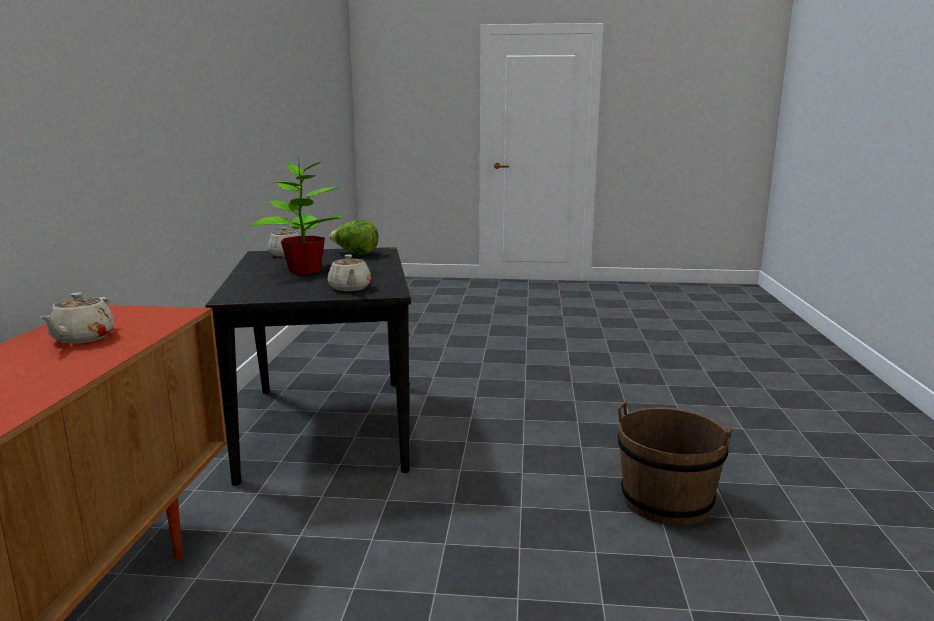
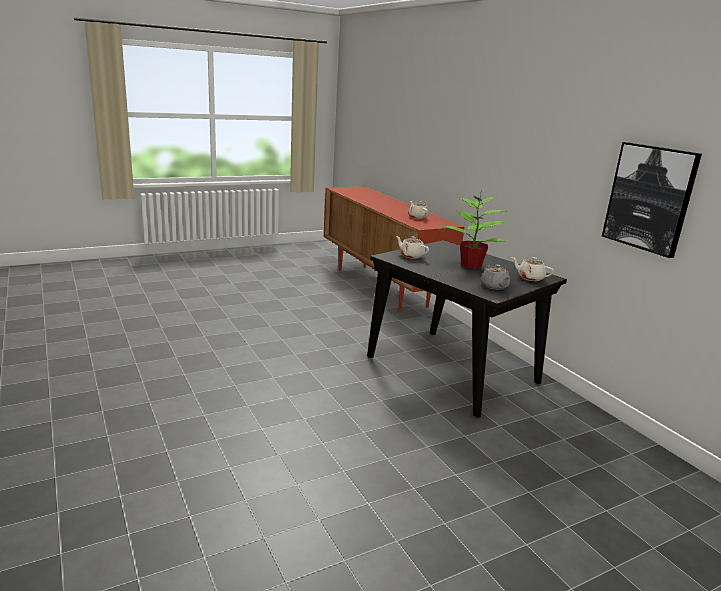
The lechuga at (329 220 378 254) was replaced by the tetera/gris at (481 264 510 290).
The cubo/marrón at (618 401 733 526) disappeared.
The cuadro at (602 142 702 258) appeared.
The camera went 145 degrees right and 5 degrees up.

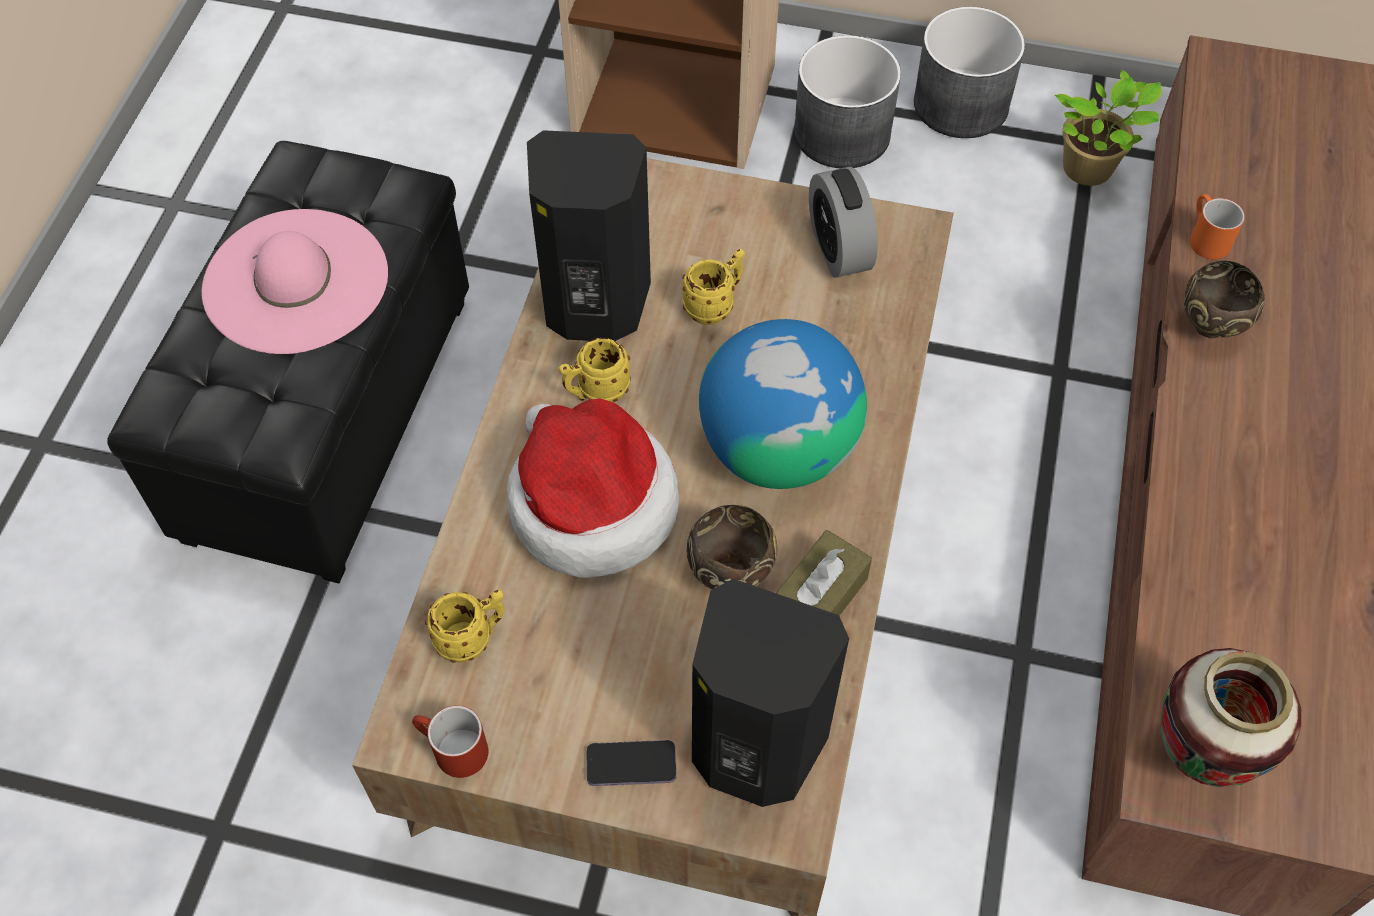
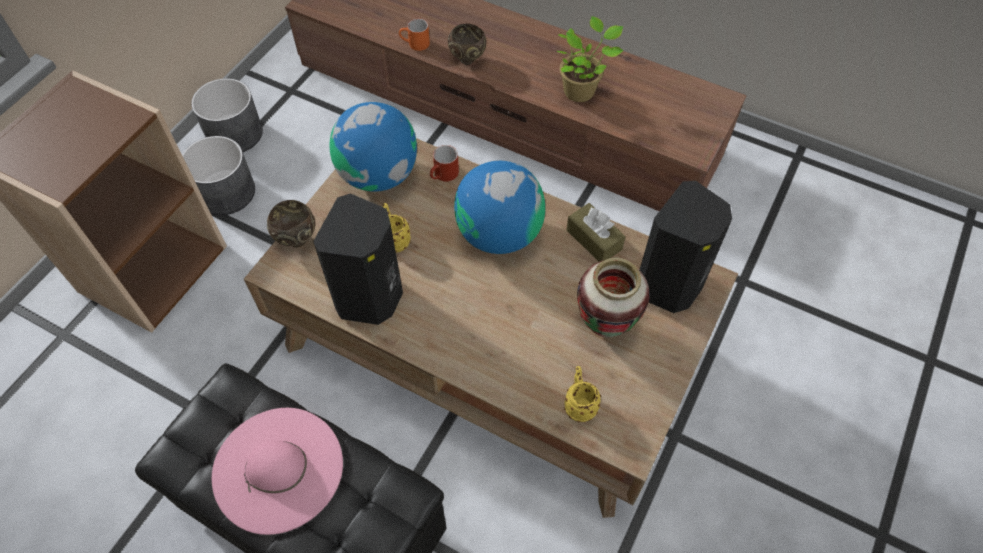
The planta en maceta moved from (1055 70 1162 186) to (556 16 624 102).
The despertador at (809 167 878 278) was replaced by the globo terráqueo at (330 102 417 192).
The taza grande/amarillo at (559 338 631 403) disappeared.
The sombrero at (507 398 679 578) disappeared.
The cuenco/marrón moved from (687 505 777 590) to (267 200 315 248).
The florero moved from (1160 648 1301 787) to (577 258 650 338).
The taza grande/rojo moved from (412 706 488 778) to (430 145 459 182).
The móvil at (586 740 677 786) disappeared.
The camera went 75 degrees left and 0 degrees up.

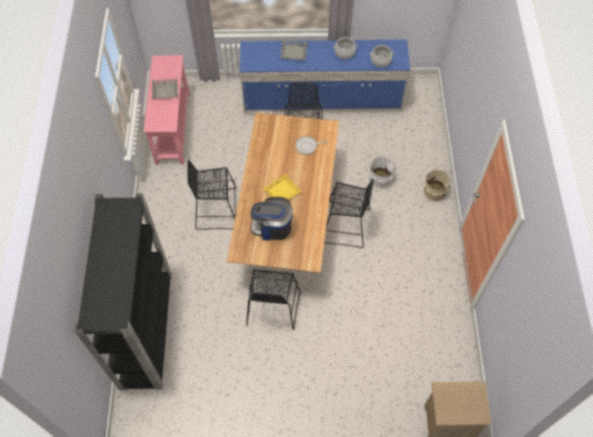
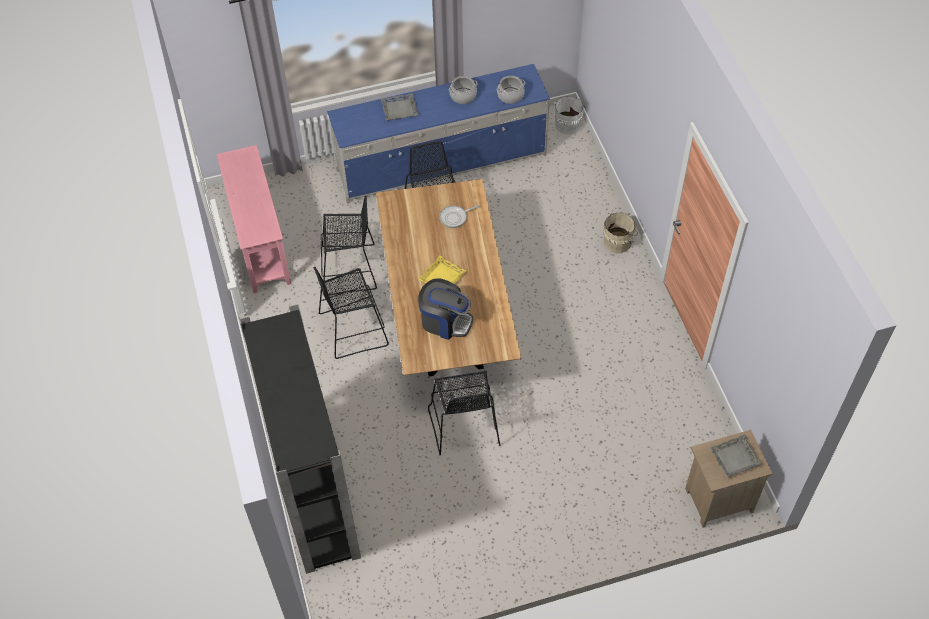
The bandeja/gris moved from (152 78 178 99) to (709 434 762 478).
The cubo/blanco moved from (370 157 396 188) to (554 96 585 134).
The taburete/negro moved from (324 178 374 248) to (321 196 377 295).
The cafetera at (250 197 293 240) turned 150 degrees counterclockwise.
The camera went 15 degrees left and 5 degrees down.

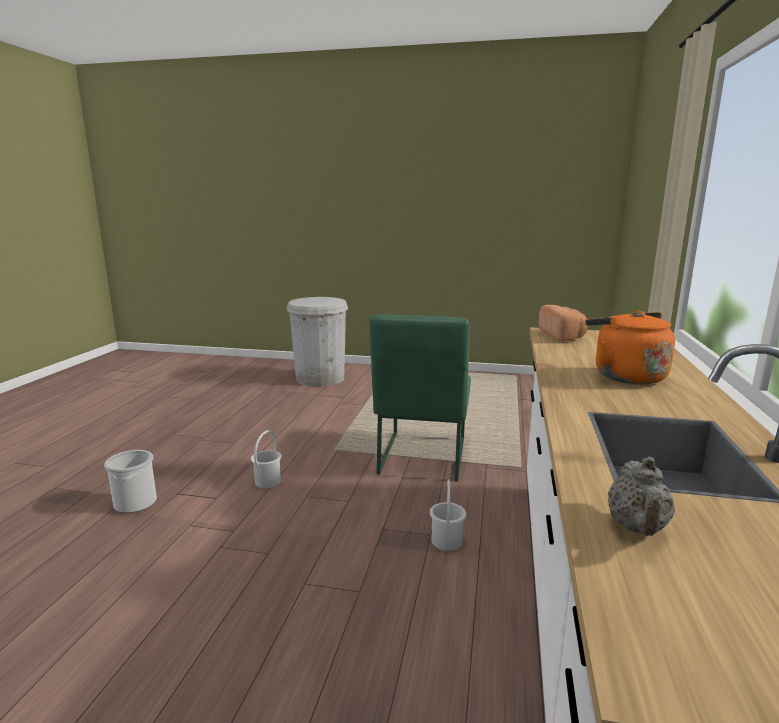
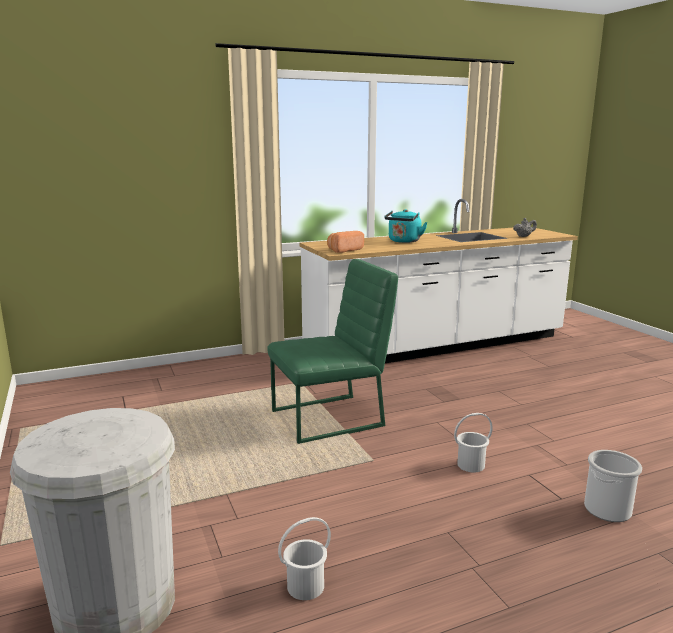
The hervidor/naranja at (585 311 675 384) became the hervidor/turquesa at (384 209 428 243).
The cubo/blanco moved from (430 479 466 551) to (278 517 331 600).
The camera went 125 degrees left and 0 degrees up.

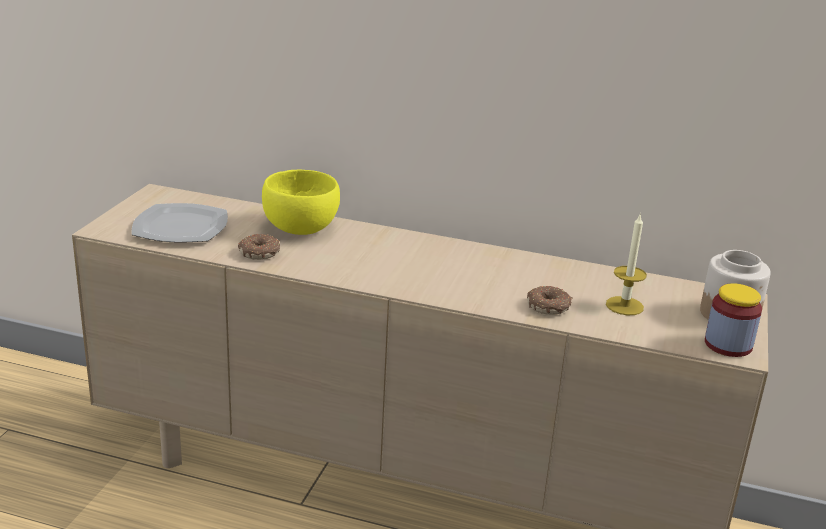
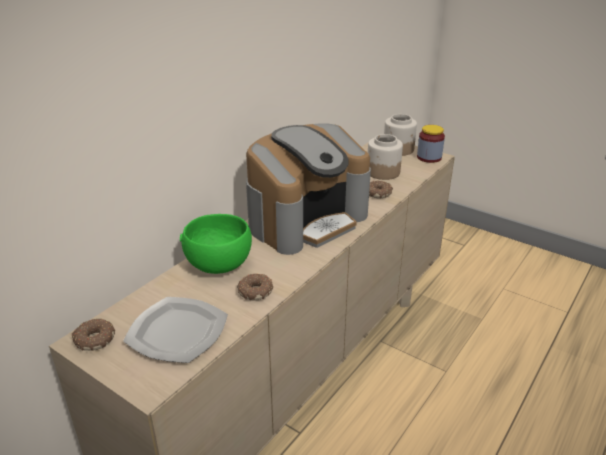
The cuenco/amarillo at (262 169 340 235) became the cuenco/verde at (180 214 252 274).
The vela at (606 213 647 315) was replaced by the tarro at (368 134 403 180).
The cafetera at (246 123 371 255) appeared.
The rosquilla at (72 318 115 351) appeared.
The camera went 70 degrees left and 5 degrees up.

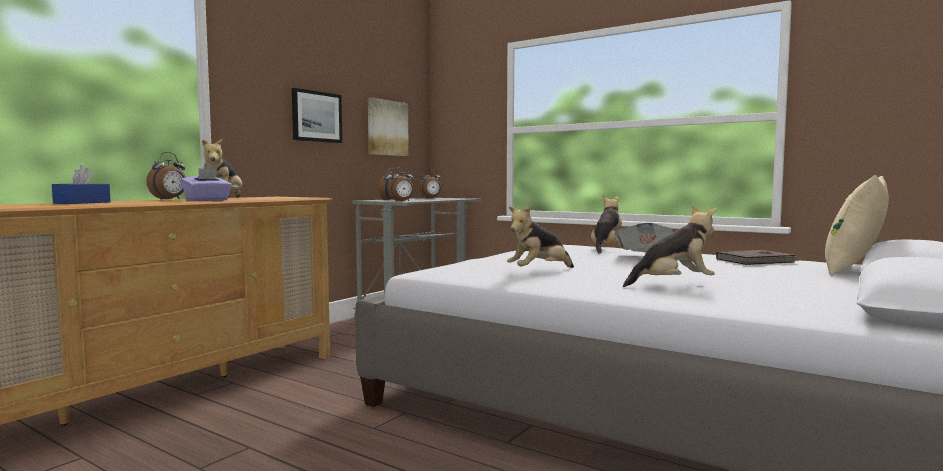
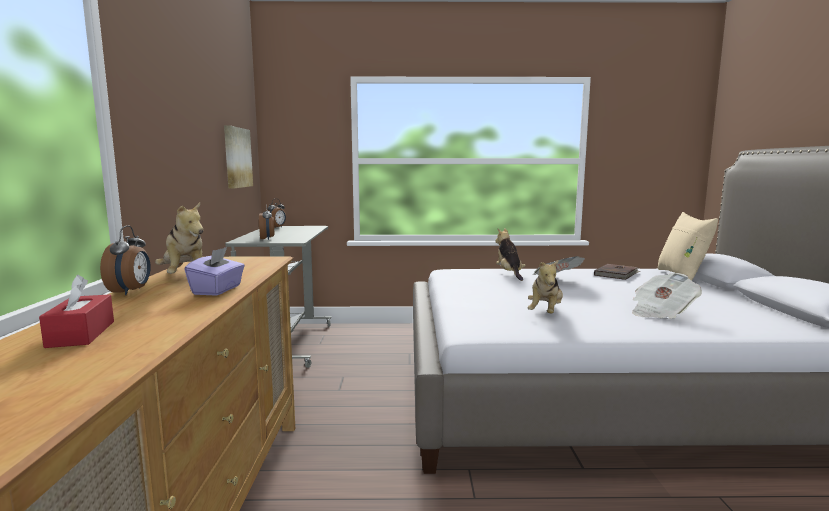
The cuadro at (292 88 342 143) disappeared.
The caja de pañuelos/azul at (52 165 111 204) became the caja de pañuelos/rojo at (39 275 114 348).
The despertador at (388 167 414 201) disappeared.
The peluche at (623 205 717 287) was replaced by the periódico at (632 273 702 319).
The camera went 35 degrees left and 5 degrees up.

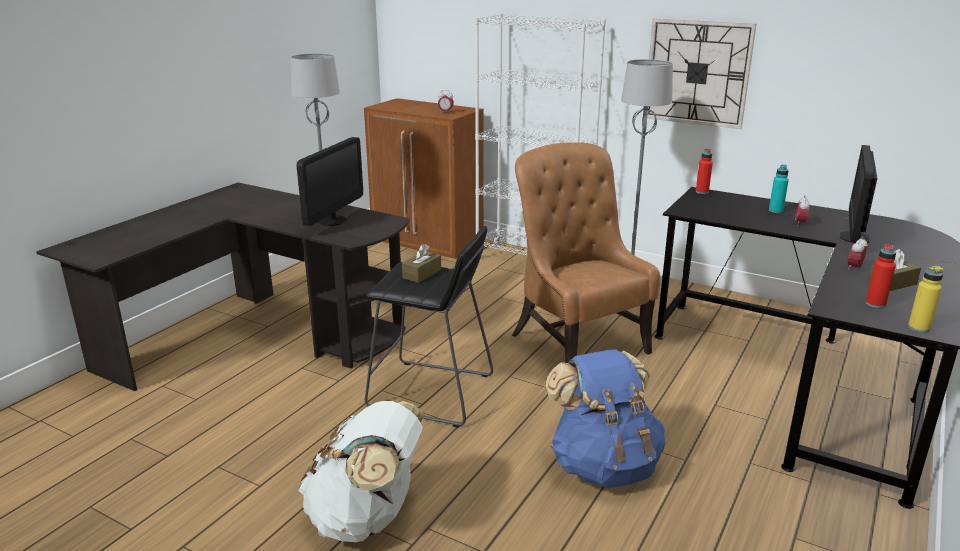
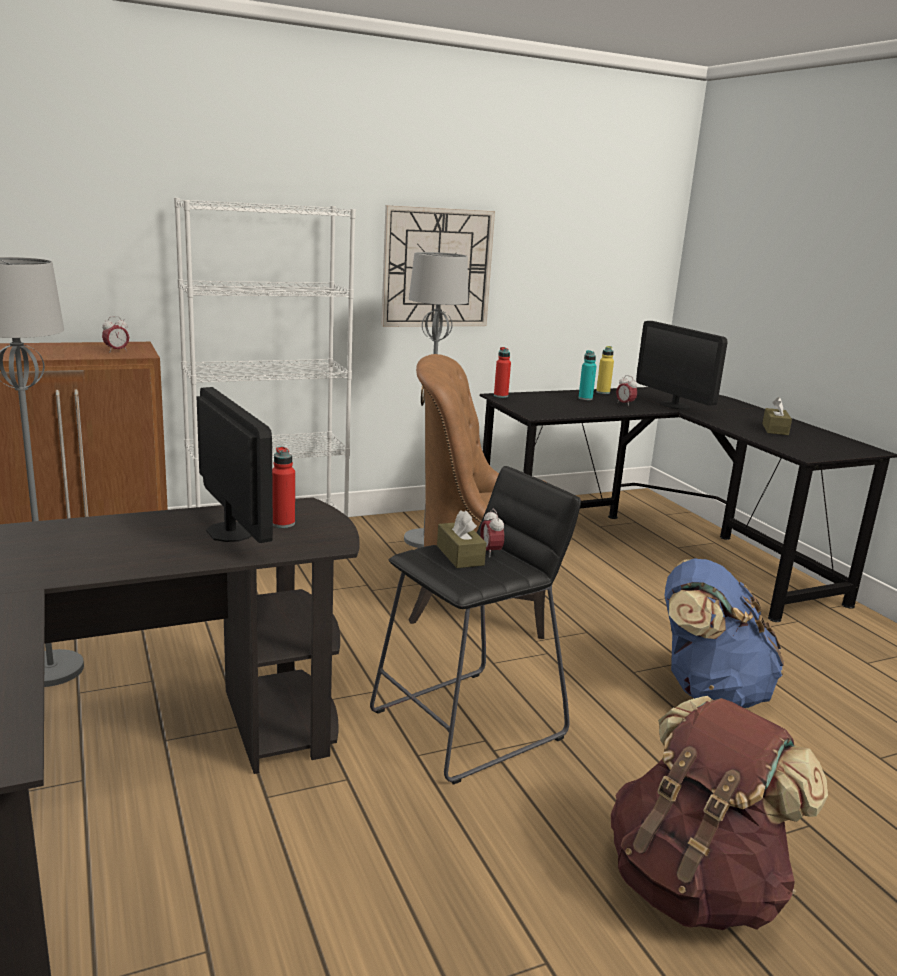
The despertador moved from (847 236 867 271) to (480 509 504 558).
The botella/rojo moved from (866 244 896 308) to (272 446 295 528).
The botella/amarillo moved from (908 266 943 333) to (596 346 614 394).
The mochila/blanco at (298 401 424 542) became the mochila/marrón at (611 696 828 930).
The camera went 55 degrees left and 5 degrees down.

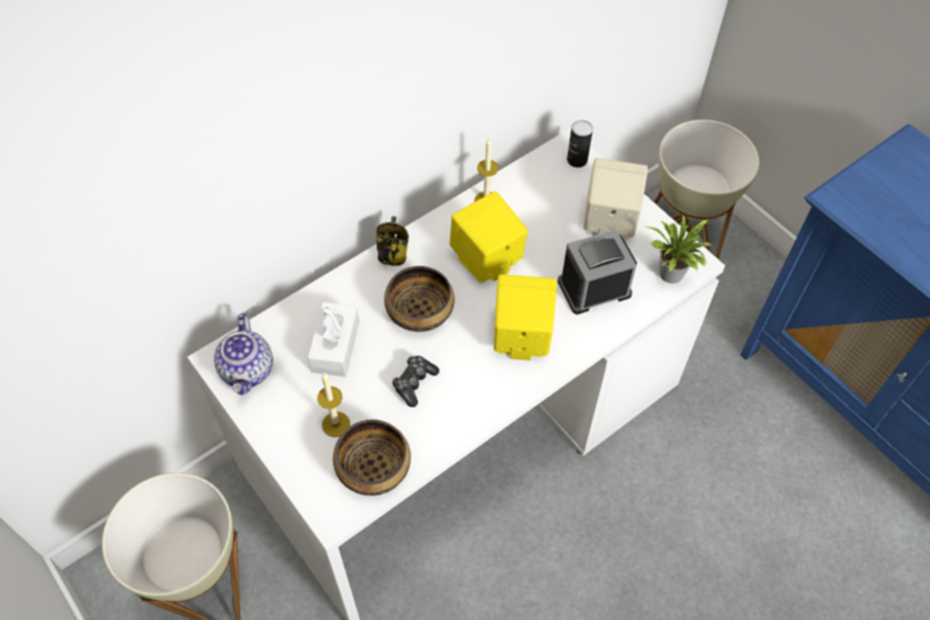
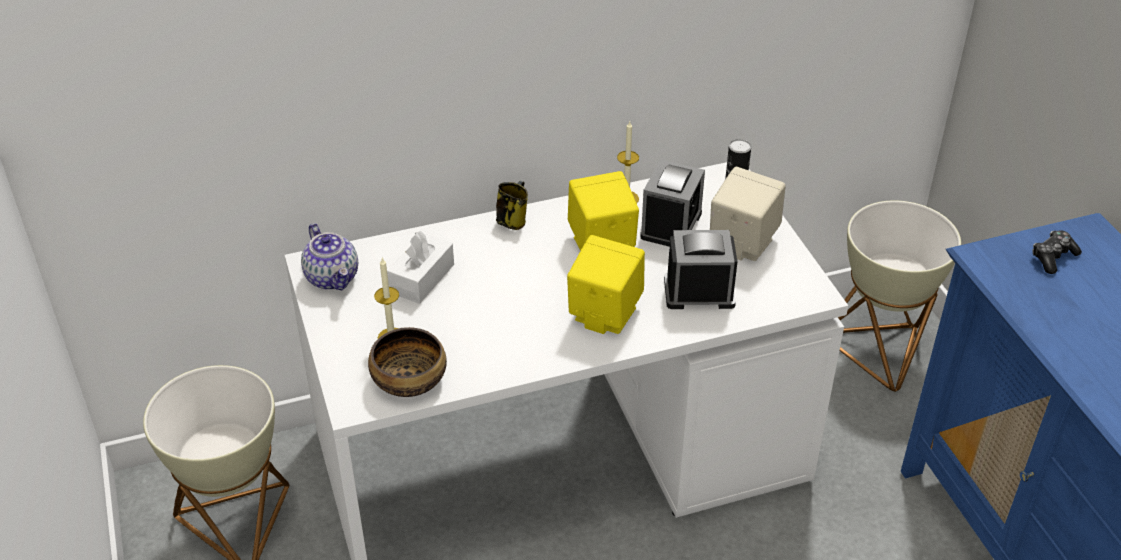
The planta en maceta at (645 214 714 283) disappeared.
The cuenco at (384 266 455 332) disappeared.
The tetera at (214 313 273 395) turned 45 degrees counterclockwise.
The mando de consola moved from (392 356 439 407) to (1033 231 1082 274).
The despertador at (640 160 705 247) appeared.
The camera went 20 degrees right and 15 degrees down.

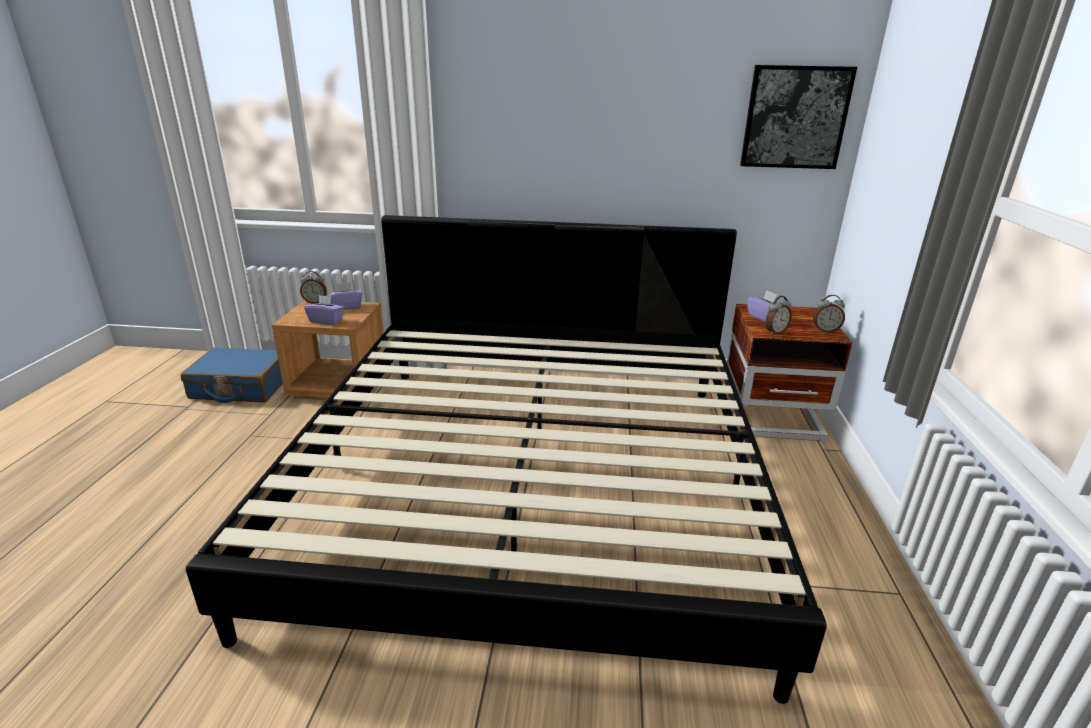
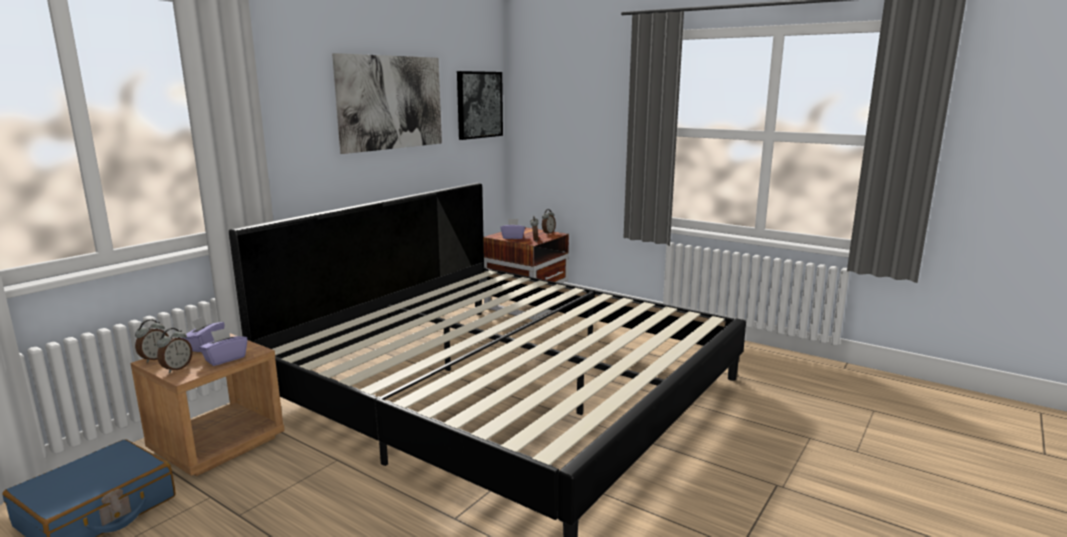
The cuadro at (332 53 442 154) appeared.
The despertador at (157 328 193 373) appeared.
The camera went 60 degrees left and 10 degrees down.

